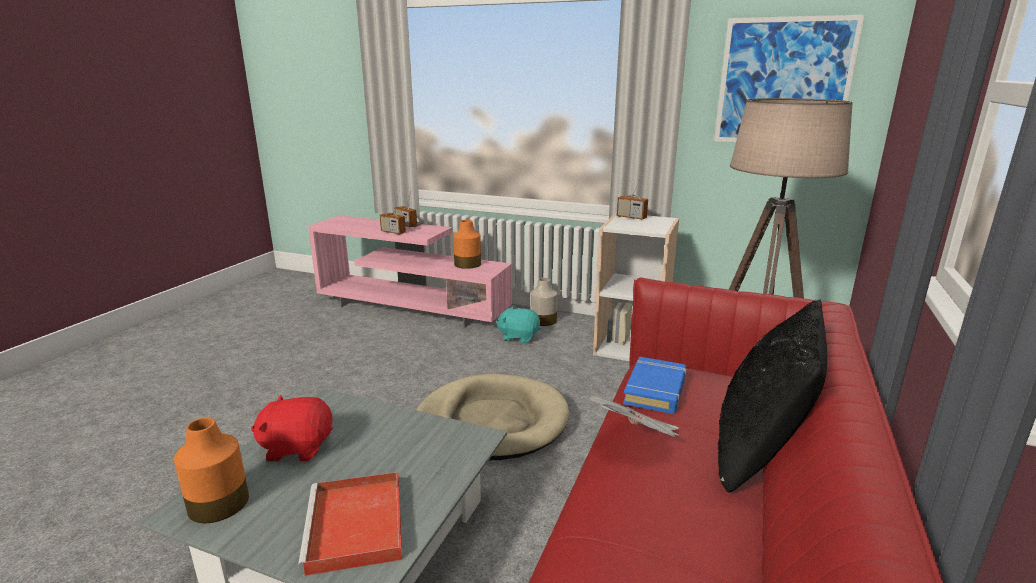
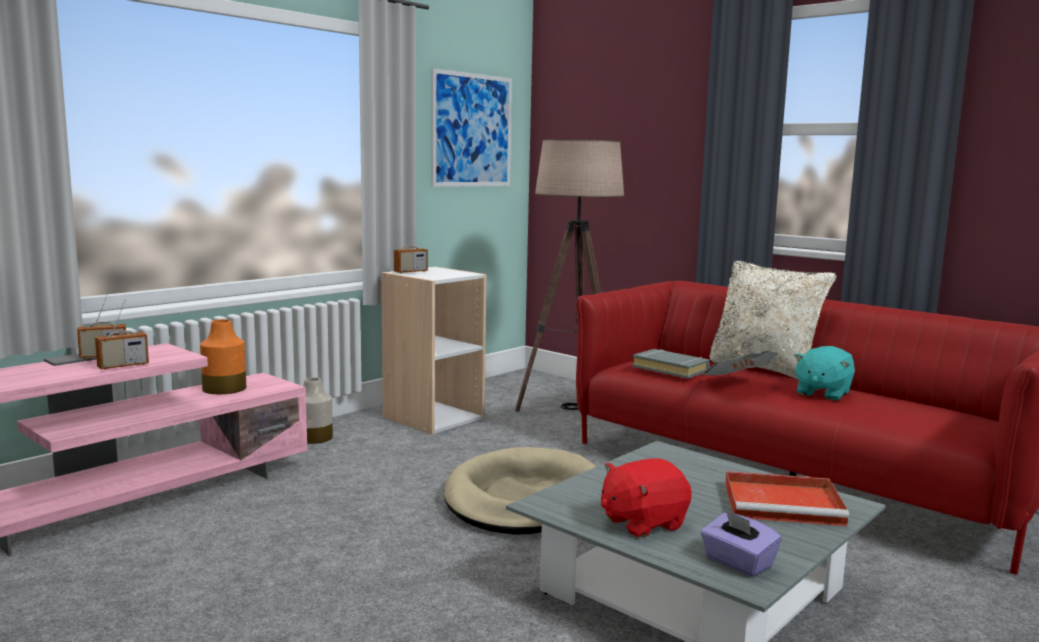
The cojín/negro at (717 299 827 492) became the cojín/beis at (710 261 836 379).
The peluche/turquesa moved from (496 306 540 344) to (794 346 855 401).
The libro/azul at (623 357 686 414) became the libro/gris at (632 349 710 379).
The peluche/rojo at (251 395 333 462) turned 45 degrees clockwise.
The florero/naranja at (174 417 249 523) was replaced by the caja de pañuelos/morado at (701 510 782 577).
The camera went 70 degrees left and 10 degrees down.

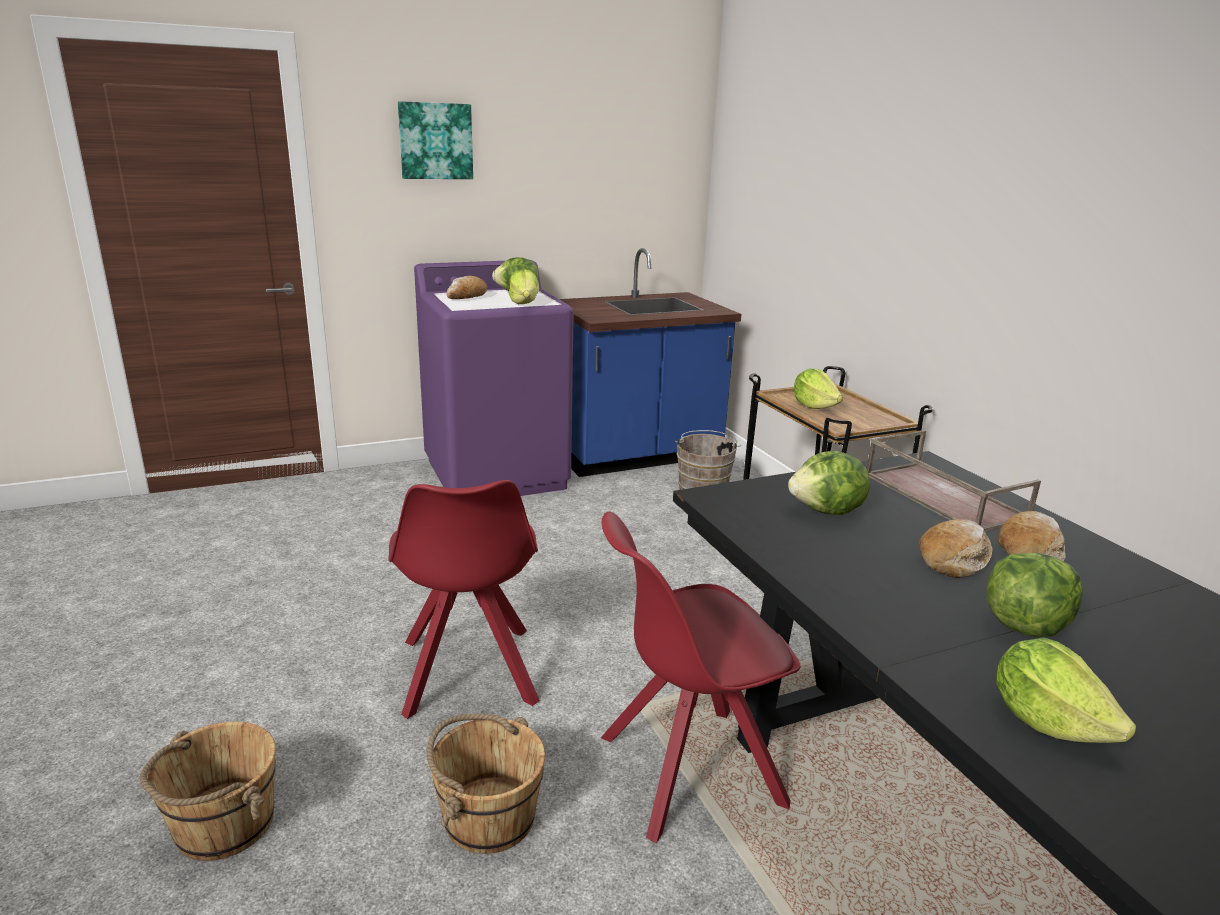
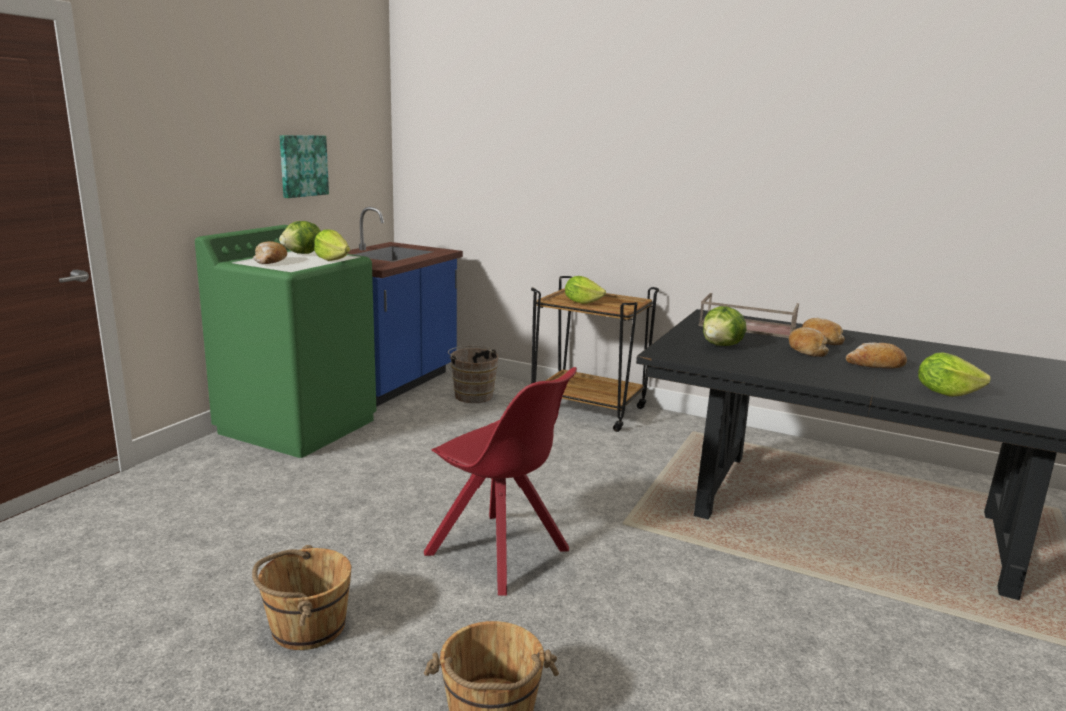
The cuadro moved from (398 101 473 179) to (280 135 329 198).
The lavadora/morado at (414 260 574 496) became the lavadora/verde at (195 225 376 458).
The silla/rojo at (601 512 801 843) disappeared.
The lechuga at (987 553 1083 637) was replaced by the pan at (846 343 907 369).
The cubo/marrón moved from (427 714 545 854) to (252 545 351 650).
The camera went 40 degrees left and 5 degrees down.

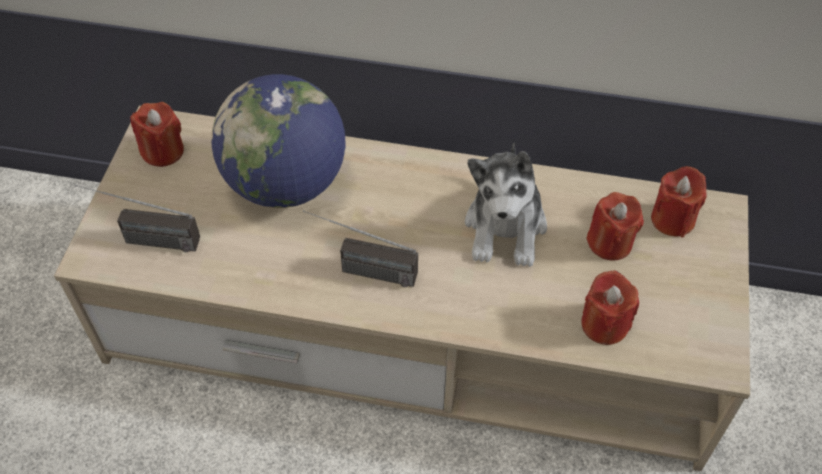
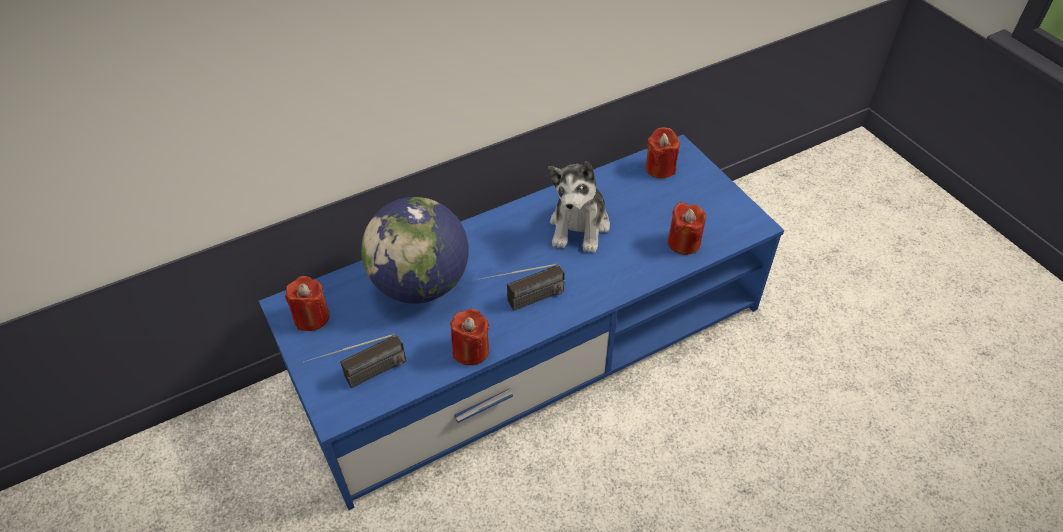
The mueble de televisión/beis at (54 106 750 471) became the mueble de televisión/azul at (259 135 784 510).
The peluche at (465 143 547 267) turned 45 degrees clockwise.
The vela/rojo moved from (586 192 644 260) to (450 309 489 365).
The camera went 40 degrees left and 5 degrees down.

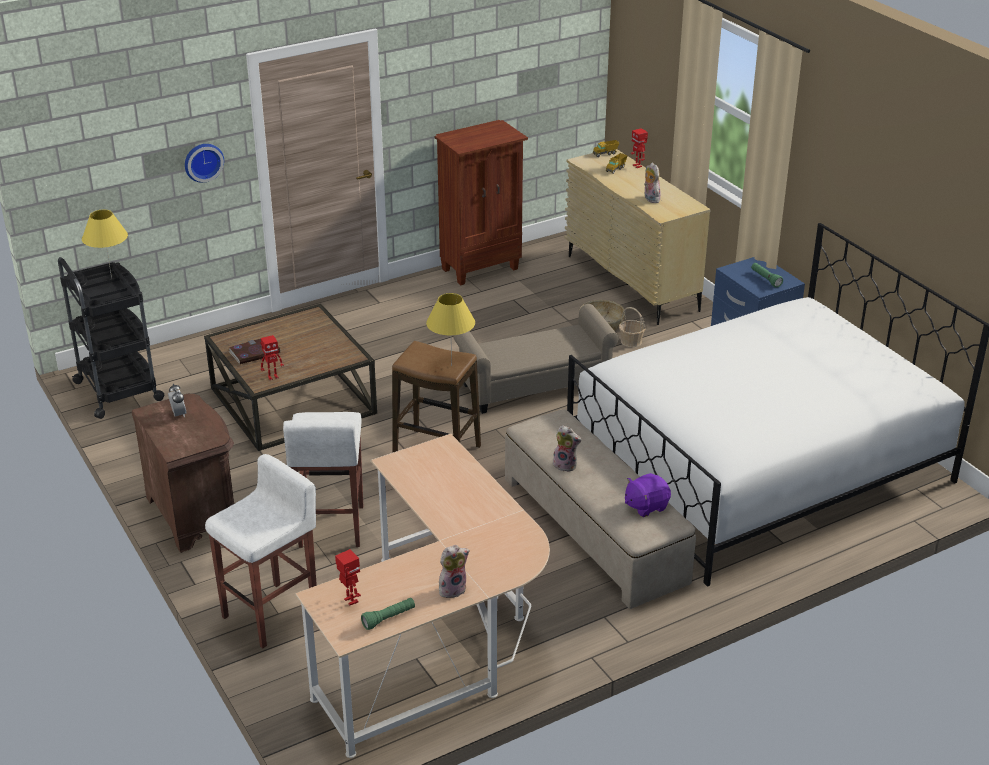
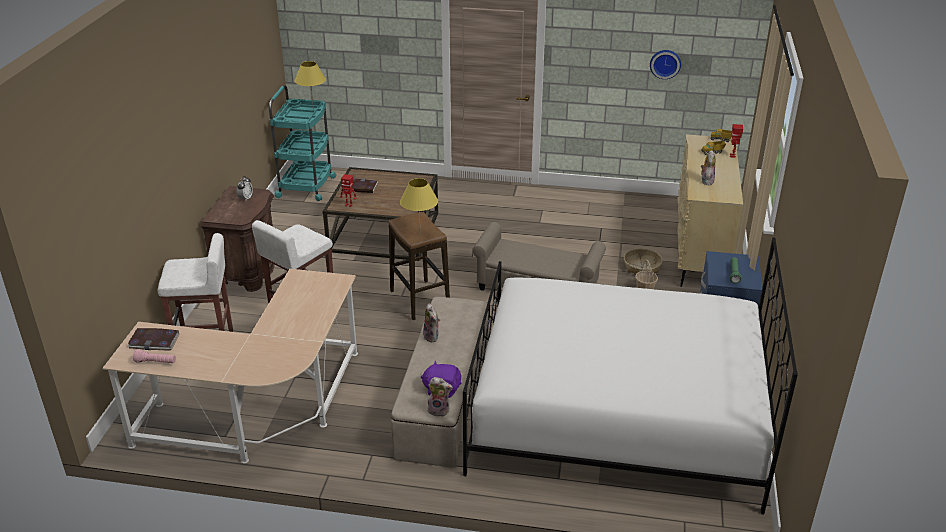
The armario/marrón at (435 120 528 285) disappeared.
The reloj de pared moved from (185 144 224 183) to (650 50 681 79).
The carrito/negro at (58 257 164 419) became the carrito/turquesa at (269 85 336 201).
The peluche moved from (439 545 470 598) to (427 377 453 417).
The robot de juguete at (335 549 361 605) was replaced by the libro at (127 328 180 351).
The linterna/verde at (361 598 415 630) became the linterna/rosa at (133 349 176 363).
The camera went 40 degrees right and 0 degrees up.

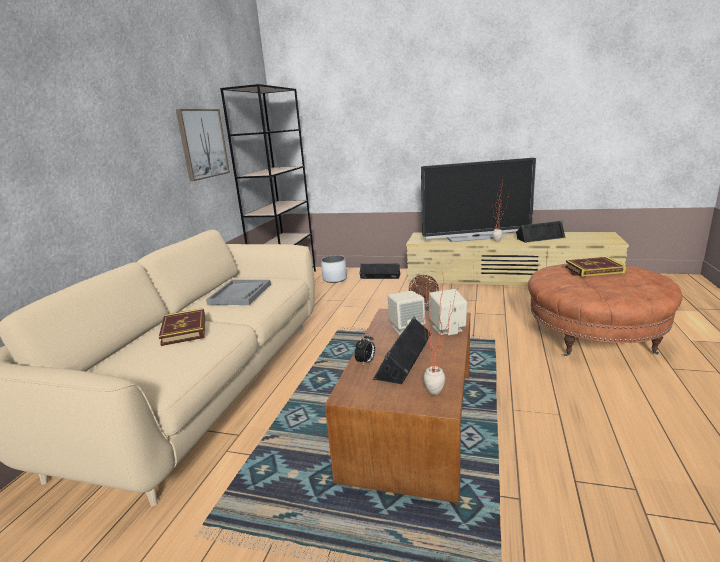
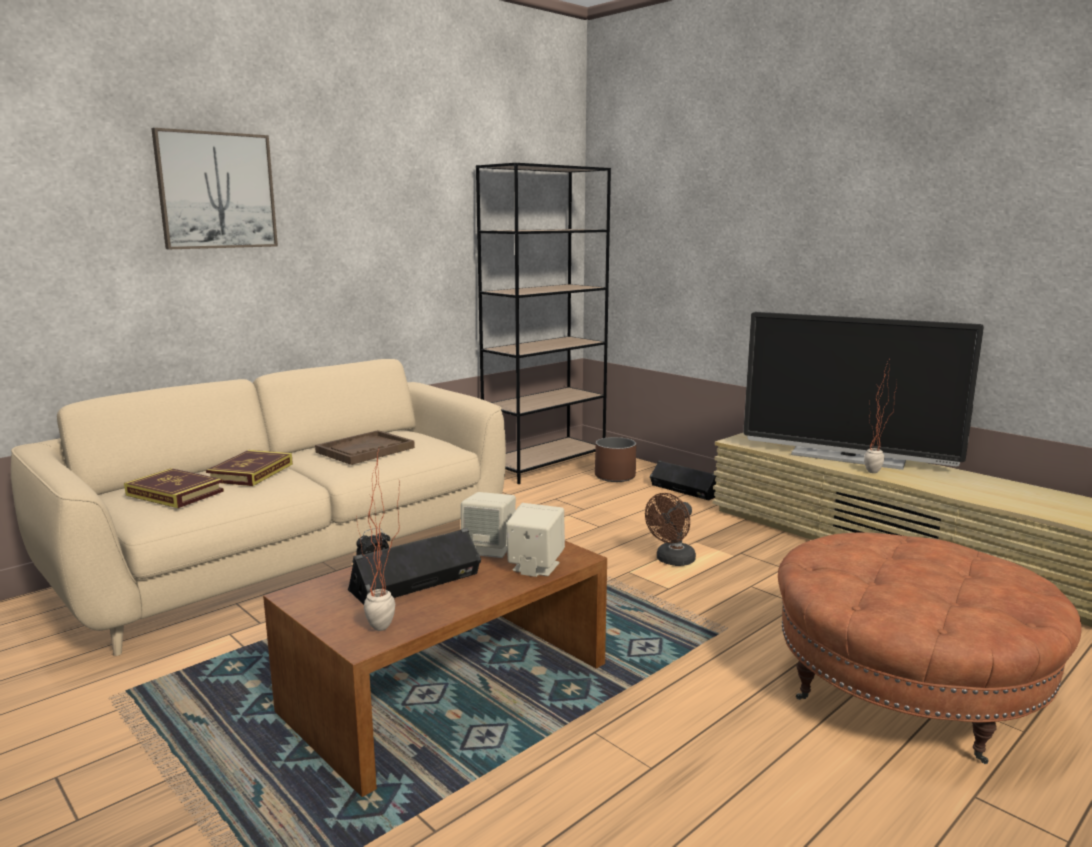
The cuadro moved from (176 109 230 181) to (151 128 278 249).
The altavoz/negro at (516 220 566 243) disappeared.
The maceta/blanco at (321 256 347 283) became the maceta/marrón at (595 437 636 482).
The libro moved from (565 257 626 277) to (124 468 224 508).
The bandeja/gris at (206 280 271 305) became the bandeja/marrón at (315 430 415 465).
The camera went 30 degrees right and 5 degrees down.

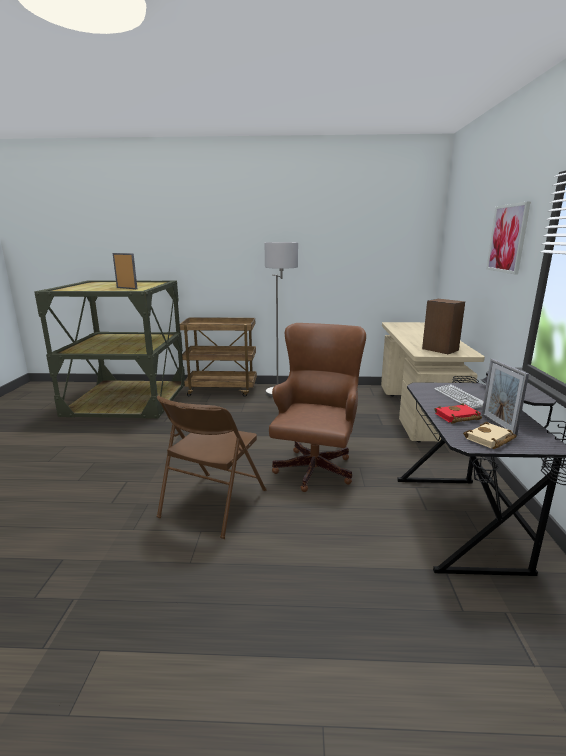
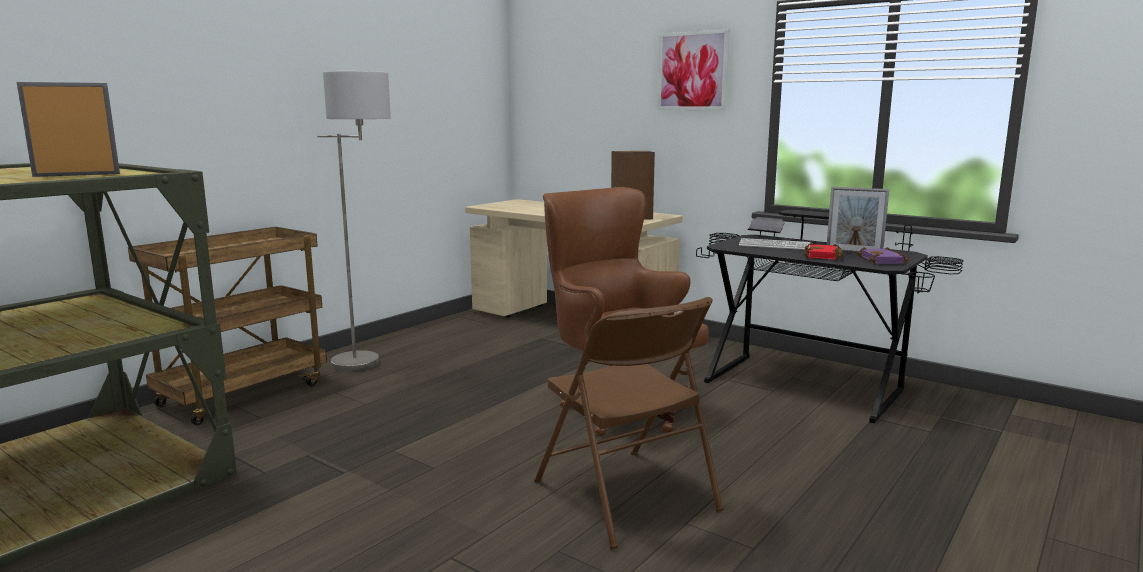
The libro/beis at (463 422 517 449) became the libro/morado at (857 247 908 264).
The camera went 55 degrees left and 5 degrees down.

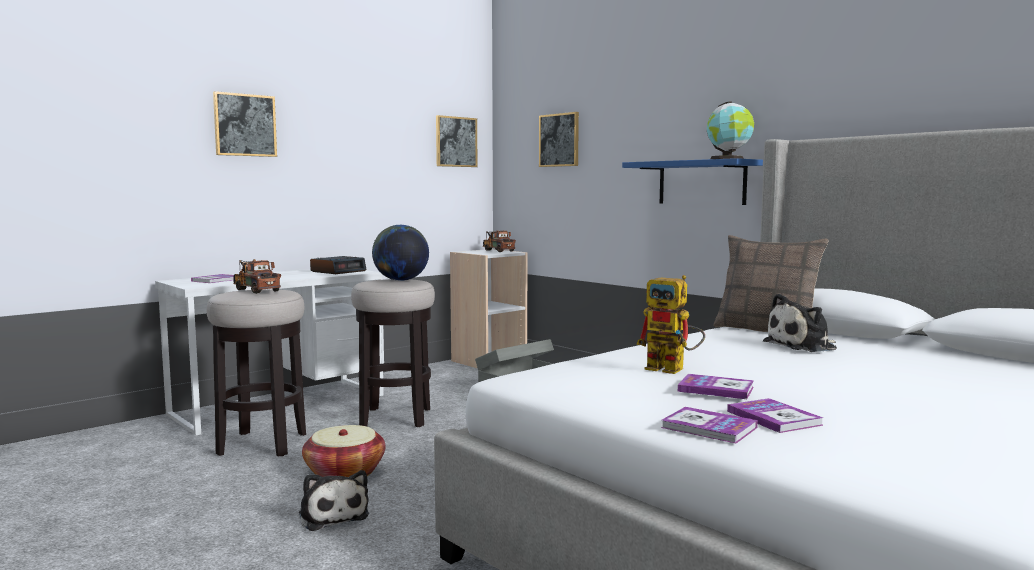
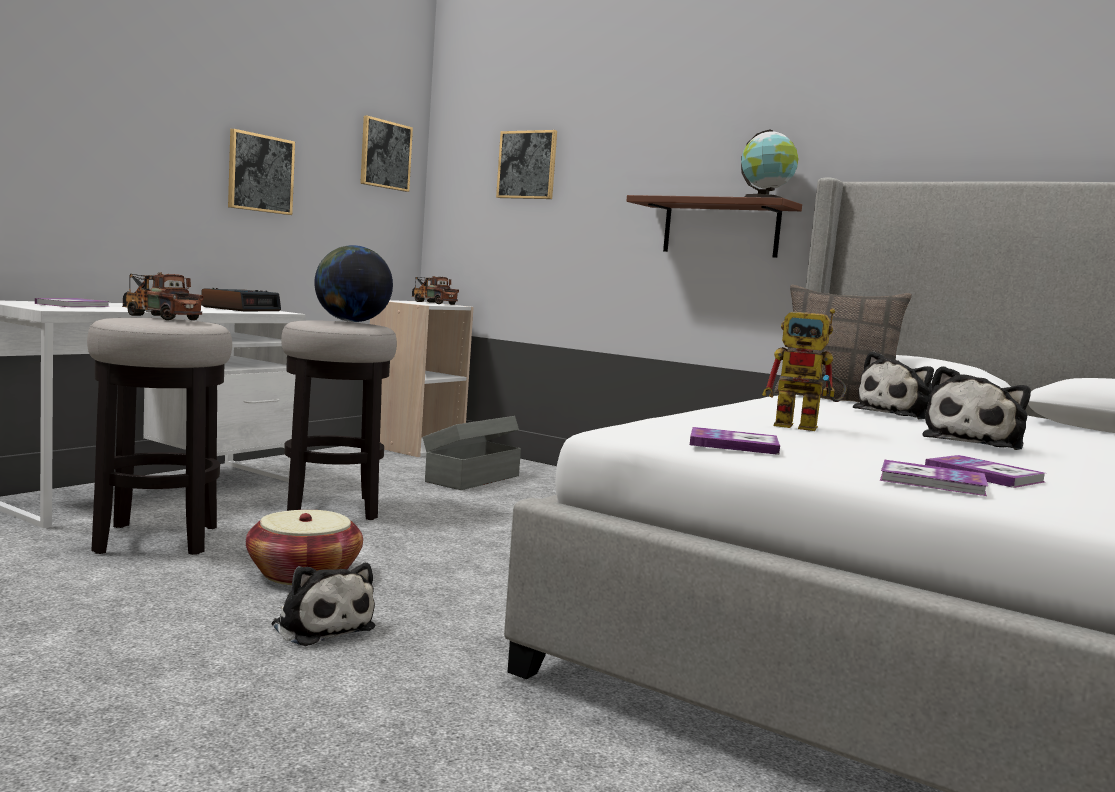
The cuadro moved from (213 91 277 157) to (228 129 295 215).
The estante/azul at (622 158 763 205) became the estante/marrón at (626 195 802 258).
The libro moved from (678 374 754 399) to (690 427 780 455).
The peluche at (923 366 1031 450) appeared.
The camera went 15 degrees left and 0 degrees up.

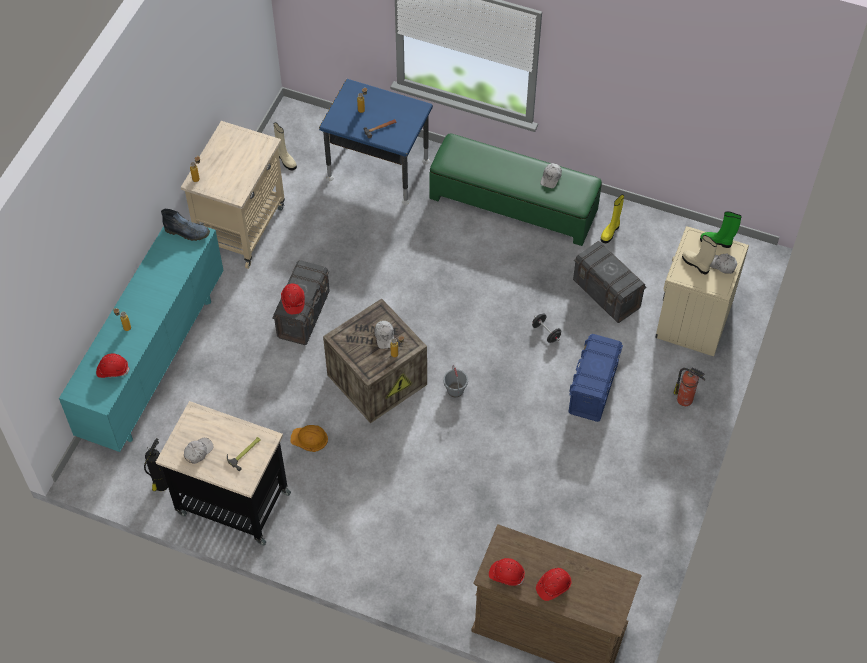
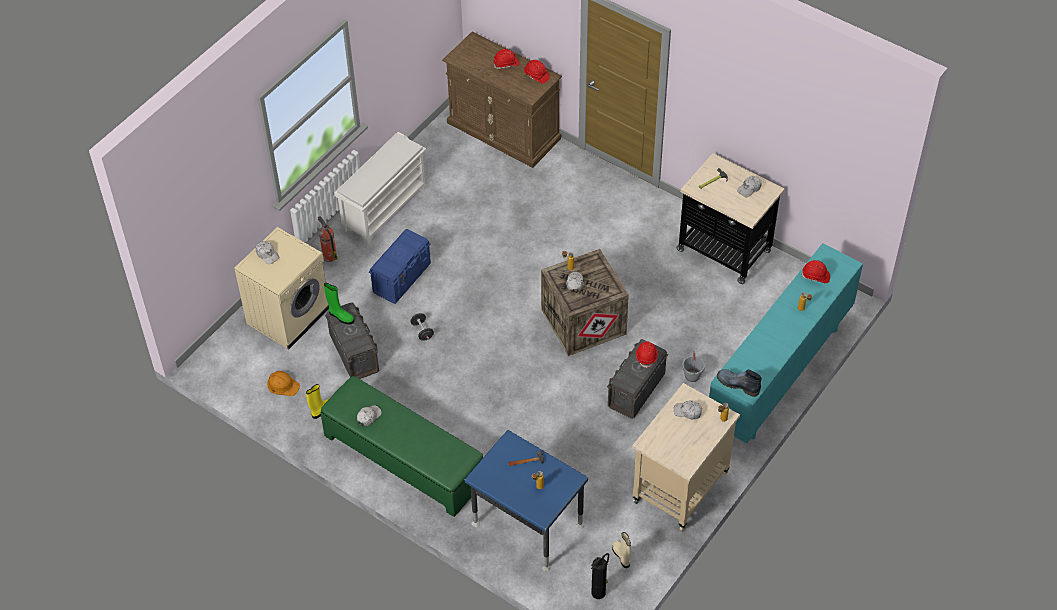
The bota/verde moved from (700 211 742 248) to (324 283 355 325).
The bota/beis at (682 235 717 274) disappeared.
The cubo/gris moved from (443 365 468 397) to (682 351 705 382).
The casco/naranja moved from (291 425 328 452) to (267 371 300 396).
The extintor moved from (144 438 168 491) to (591 553 609 599).
The zapatero/blanco at (334 132 426 245) appeared.
The gorra/blanco at (673 400 702 419) appeared.
The camera went 165 degrees left and 5 degrees down.

